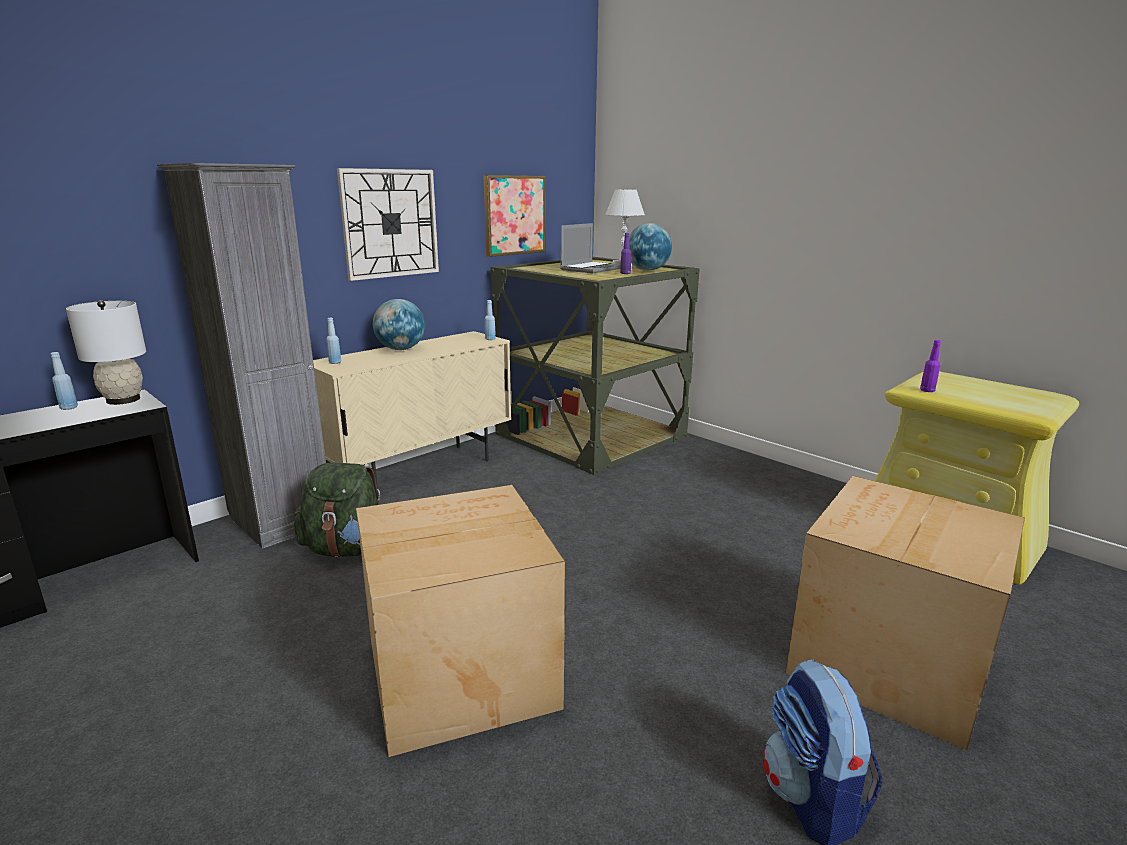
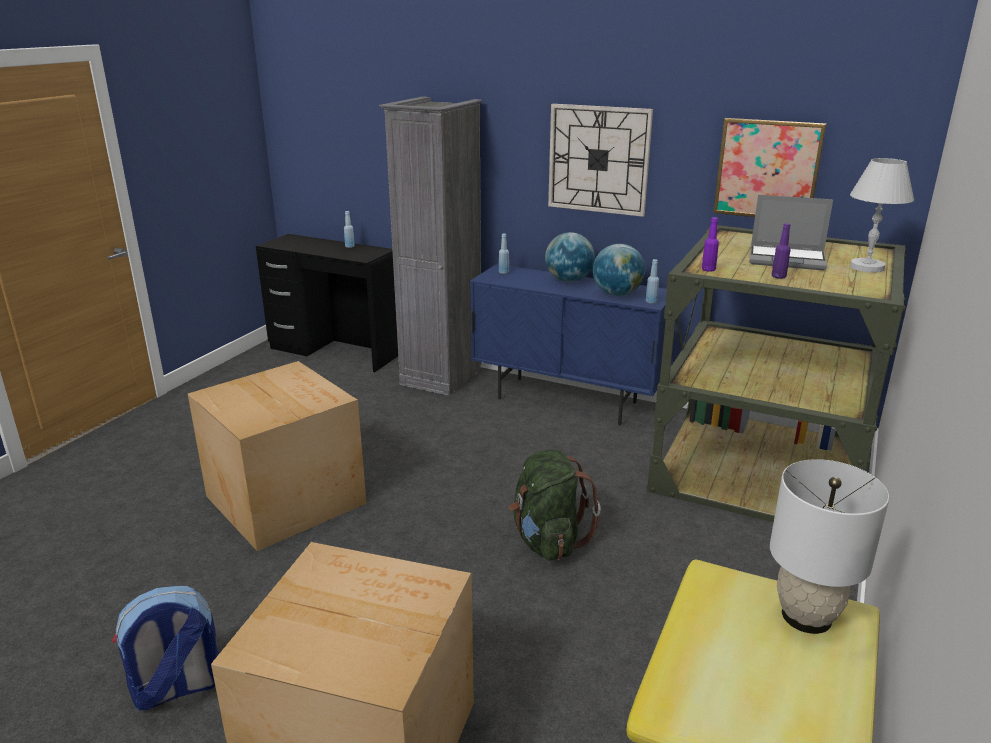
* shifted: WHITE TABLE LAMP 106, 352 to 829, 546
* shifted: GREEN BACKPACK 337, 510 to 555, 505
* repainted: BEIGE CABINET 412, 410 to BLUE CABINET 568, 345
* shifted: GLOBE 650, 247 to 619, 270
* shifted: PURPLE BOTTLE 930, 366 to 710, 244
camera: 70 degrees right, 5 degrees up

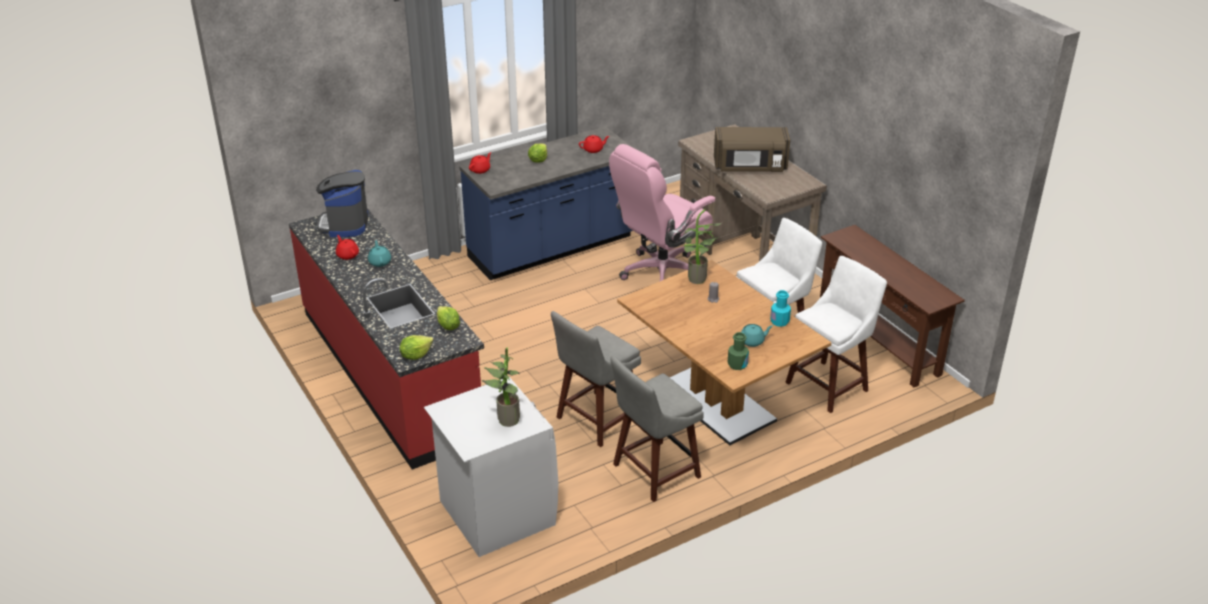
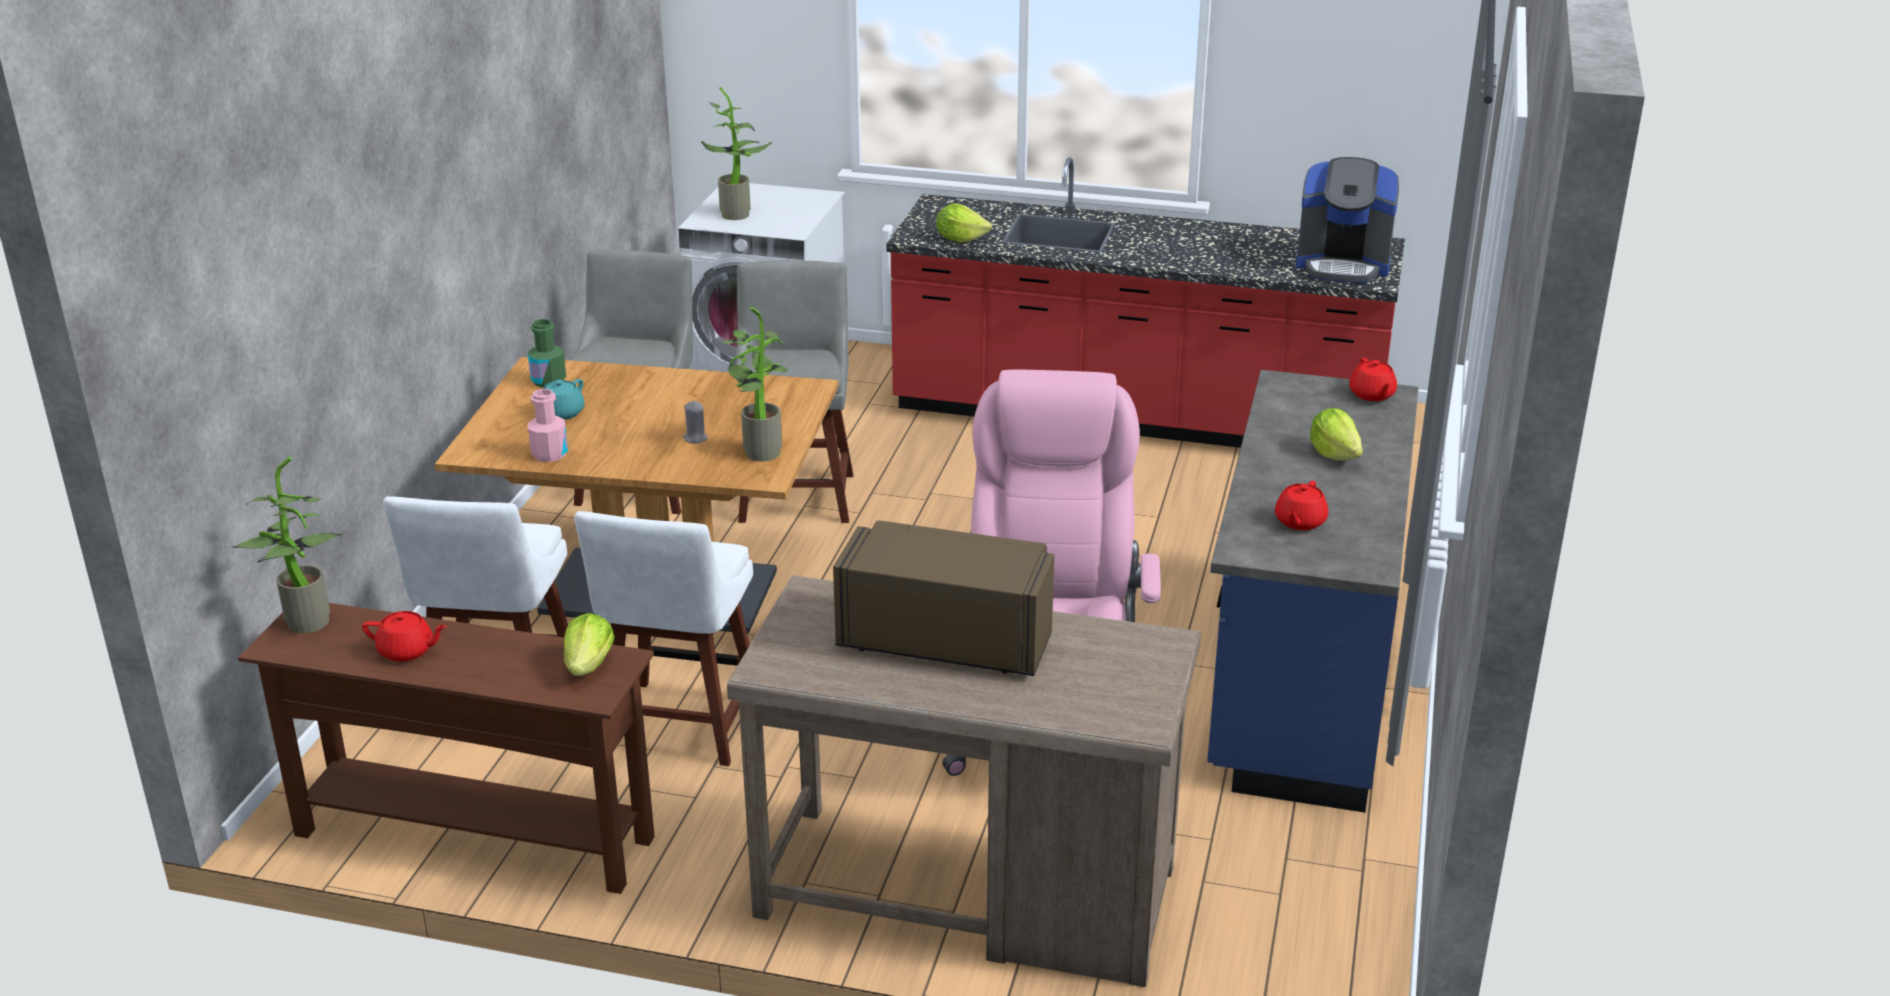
* rotated: COFFEE MACHINE 342, 203 = 1347, 220 150 degrees clockwise
* shifted: RED TEAPOT 347, 247 to 404, 636
* gone: TURQUOISE TEAPOT 379, 253
* shifted: LETTUCE 417, 347 to 589, 644
* rotated: BROWN MICROWAVE 752, 149 = 943, 598 60 degrees clockwise
* repainted: TURQUOISE BOTTLE 780, 308 to PINK BOTTLE 548, 425
* new: POTTED PLANT 287, 545
camera: 135 degrees right, 5 degrees down

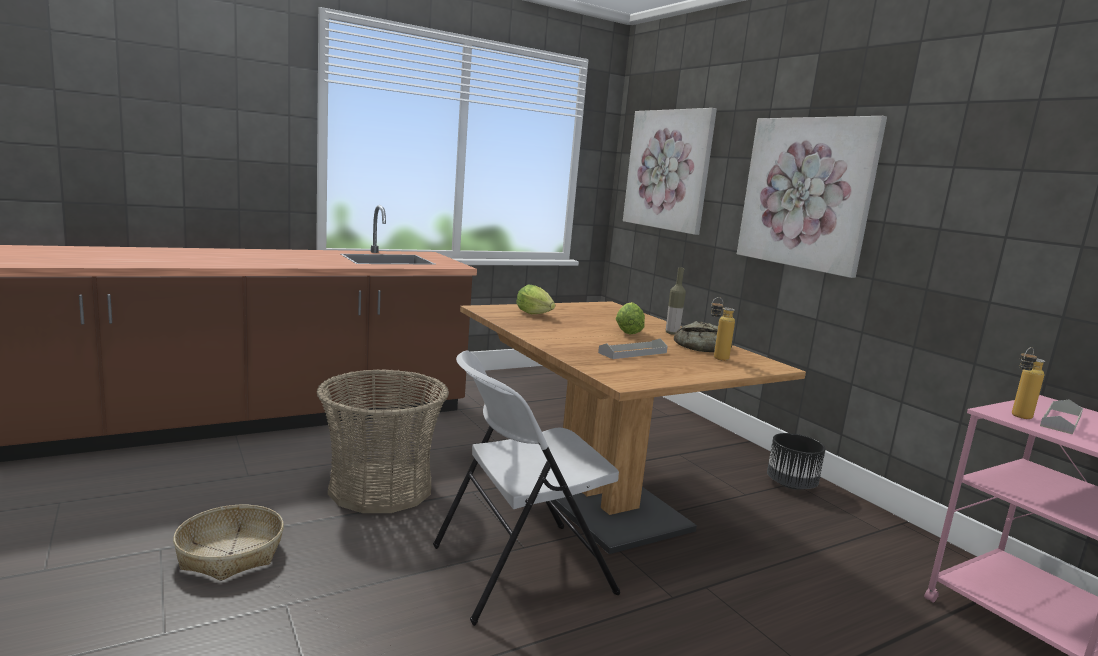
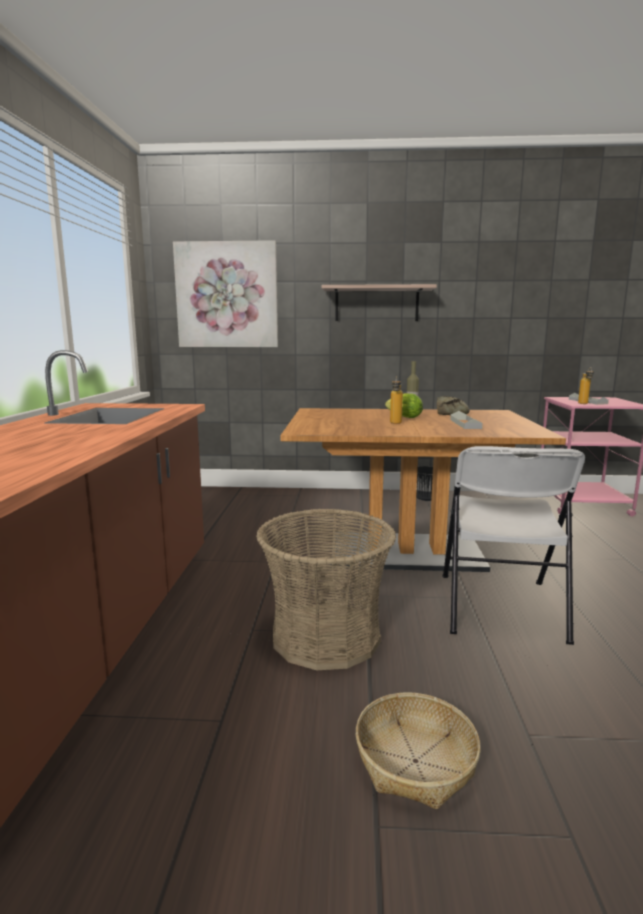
* gone: LETTUCE 535, 299
* shifted: BOTTLE 723, 329 to 396, 400
* swapped: PICTURE 812, 197 to SHELF 379, 302
camera: 55 degrees left, 0 degrees up

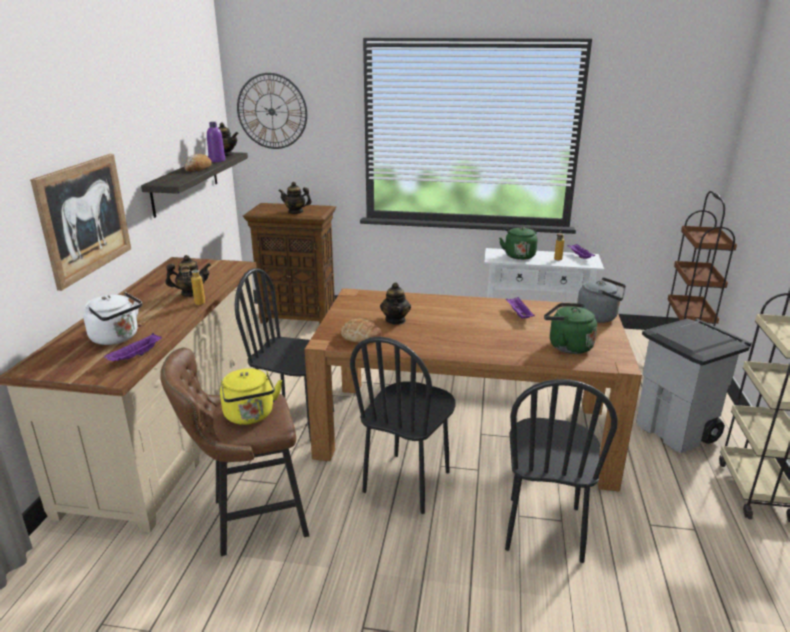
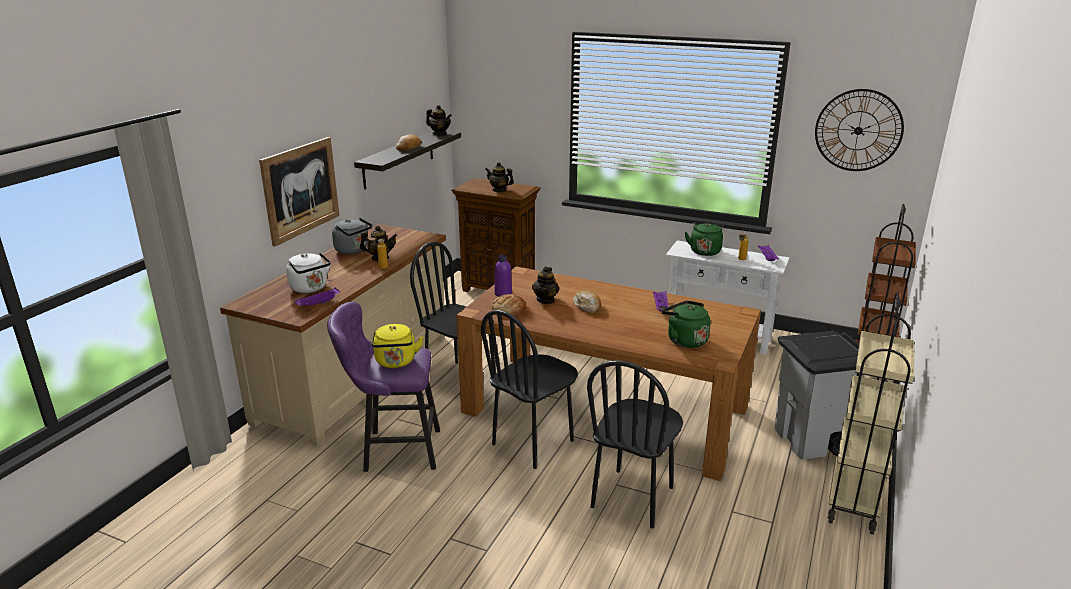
* repainted: BROWN STOOL 234, 452 to PURPLE STOOL 383, 386
* shifted: PURPLE BOTTLE 216, 142 to 503, 276
* shifted: WALL CLOCK 272, 111 to 859, 130
* shifted: GREY KETTLE 601, 300 to 352, 236
* new: BREAD 587, 302
camera: 15 degrees right, 0 degrees up

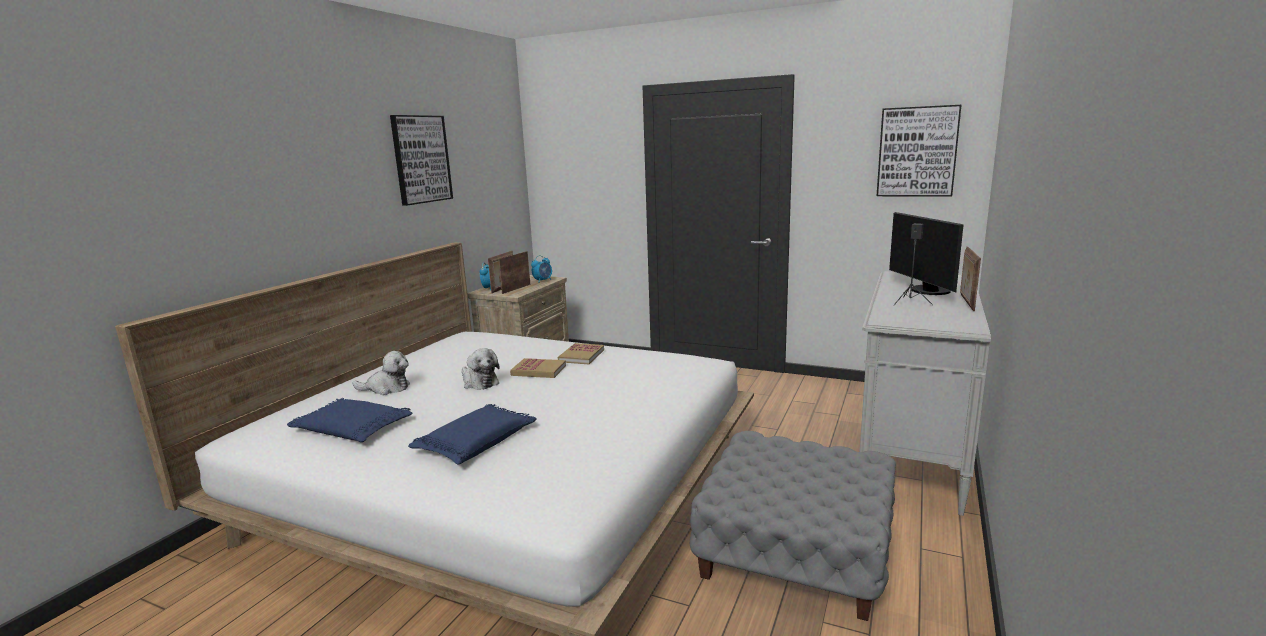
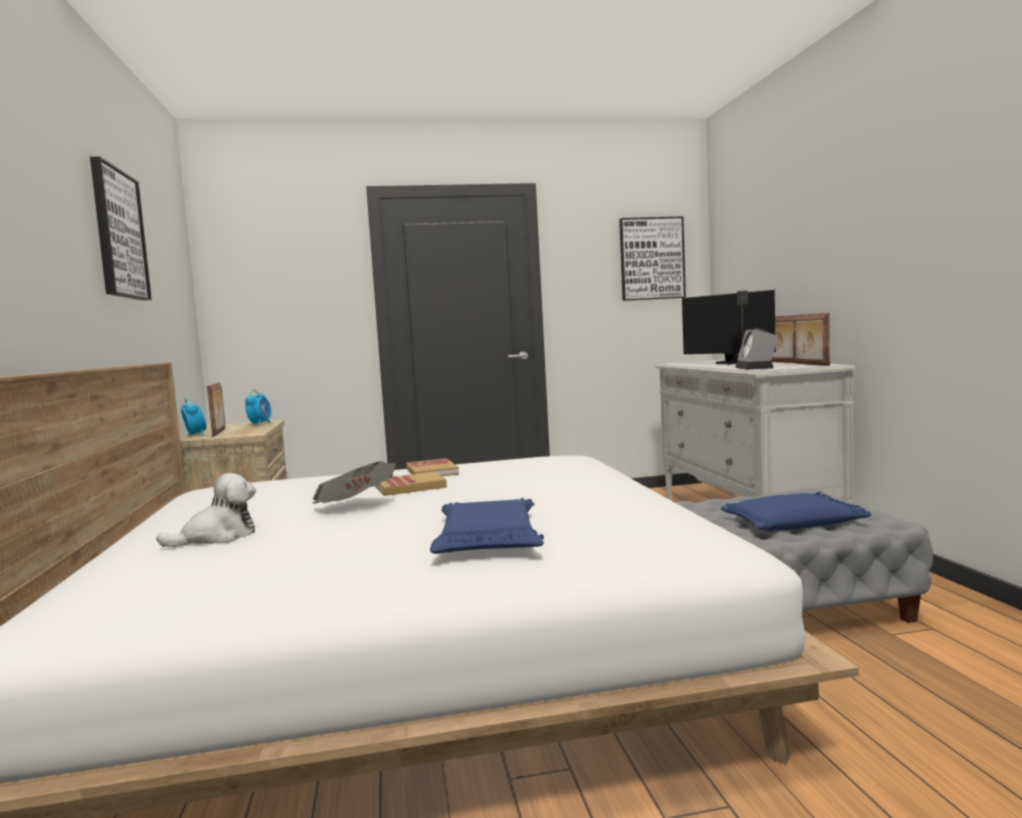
* shifted: BLUE PILLOW 350, 420 to 796, 510
* swapped: PLUSH TOY 481, 369 to NEWSPAPER 354, 482
* shifted: PICTURE FRAME 514, 272 to 812, 339
* new: ALARM CLOCK 756, 349
camera: 35 degrees left, 10 degrees down

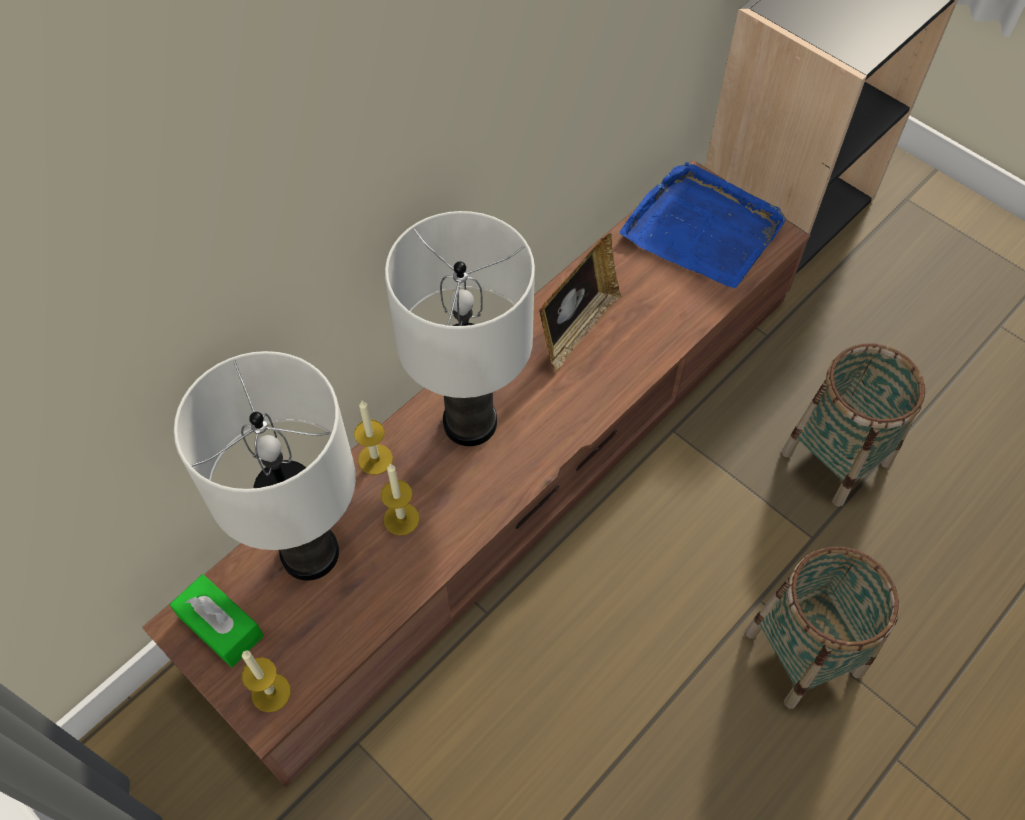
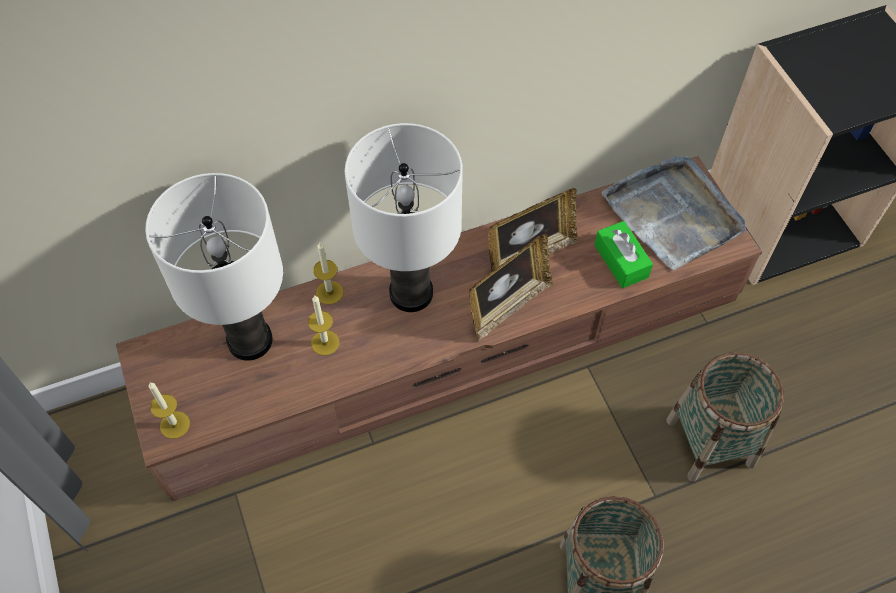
* shifted: GREEN TISSUE BOX 217, 620 to 624, 254
* repainted: BLUE TRAY 703, 225 to GREY TRAY 673, 213
* new: PICTURE FRAME 511, 287
camera: 25 degrees right, 0 degrees up

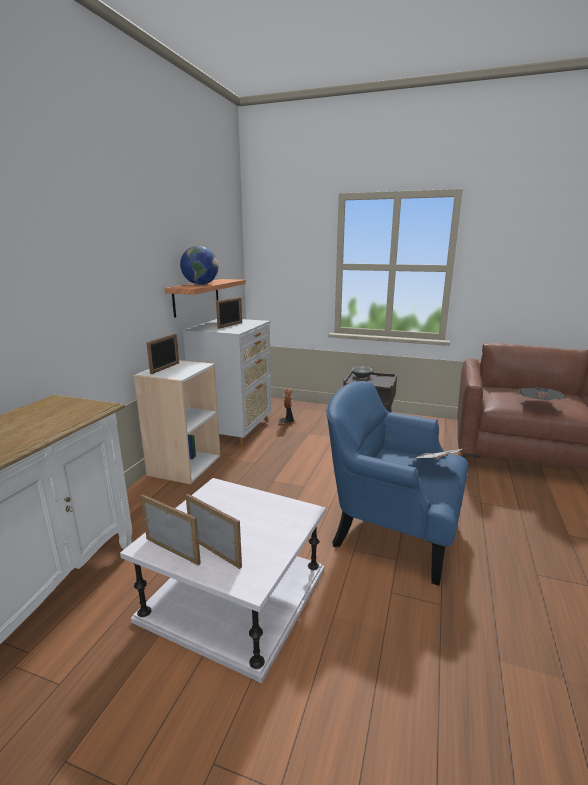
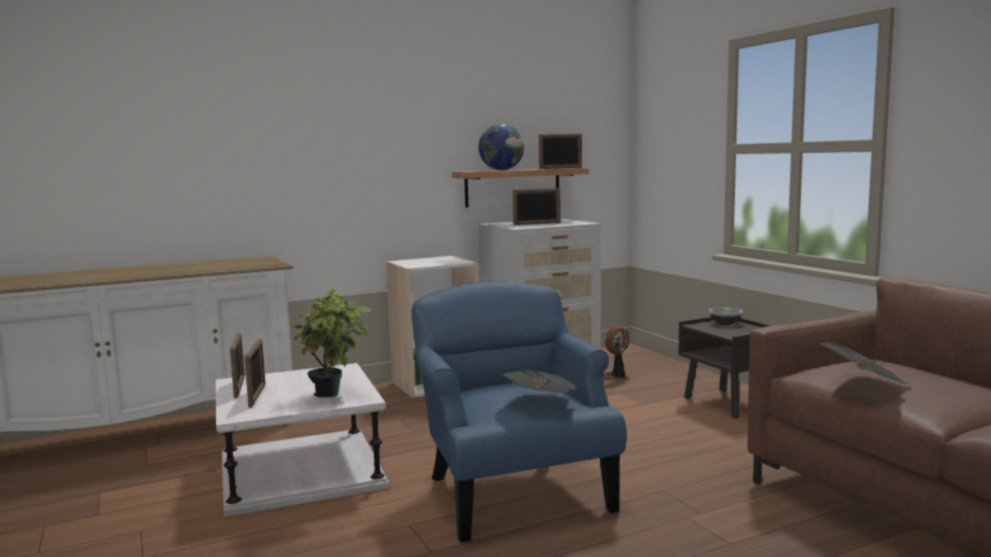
* shifted: PICTURE FRAME 162, 354 to 560, 151
* new: POTTED PLANT 333, 342
camera: 45 degrees right, 10 degrees down

